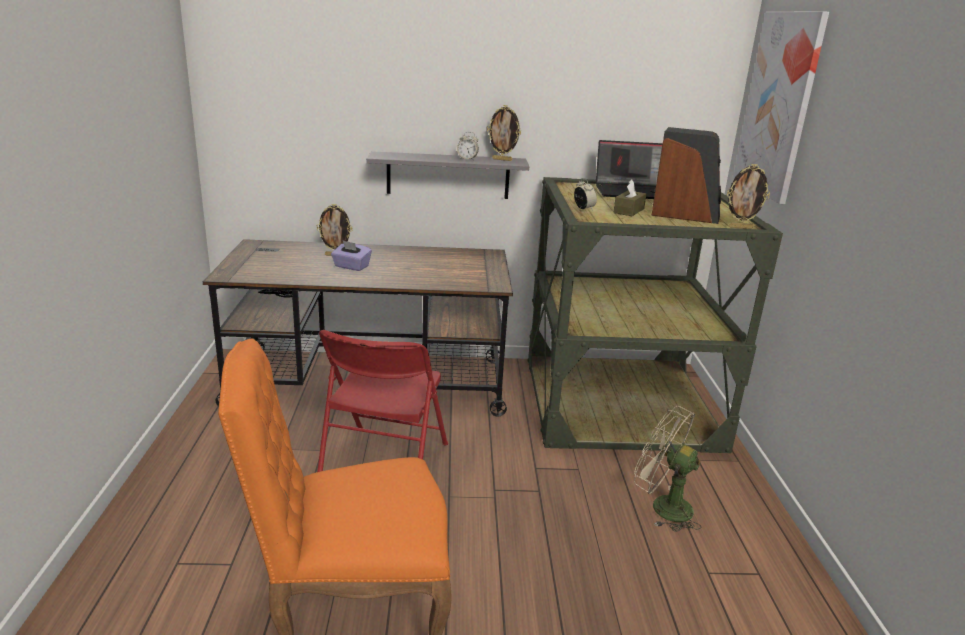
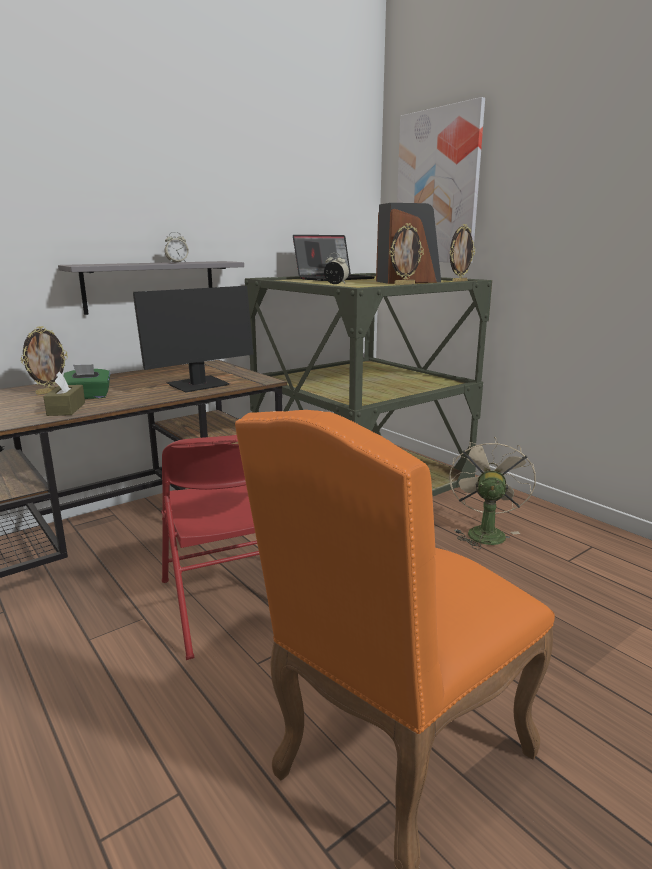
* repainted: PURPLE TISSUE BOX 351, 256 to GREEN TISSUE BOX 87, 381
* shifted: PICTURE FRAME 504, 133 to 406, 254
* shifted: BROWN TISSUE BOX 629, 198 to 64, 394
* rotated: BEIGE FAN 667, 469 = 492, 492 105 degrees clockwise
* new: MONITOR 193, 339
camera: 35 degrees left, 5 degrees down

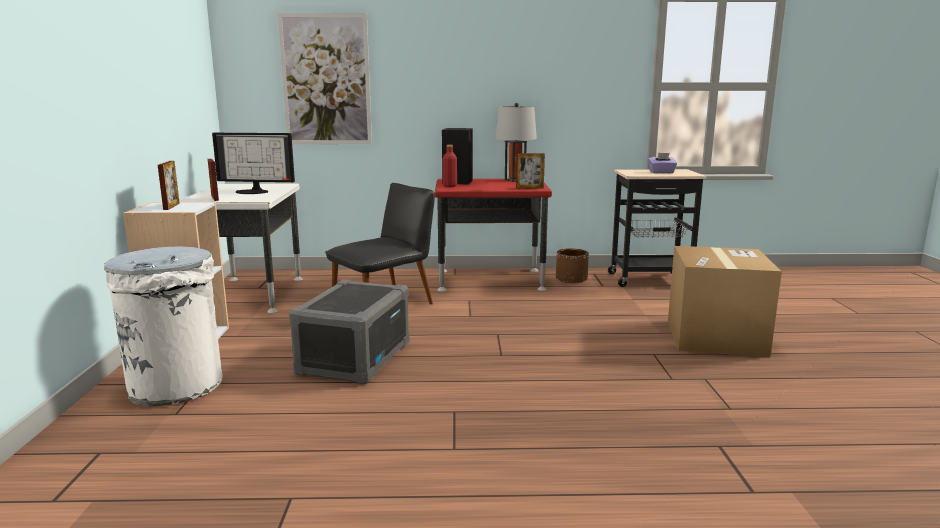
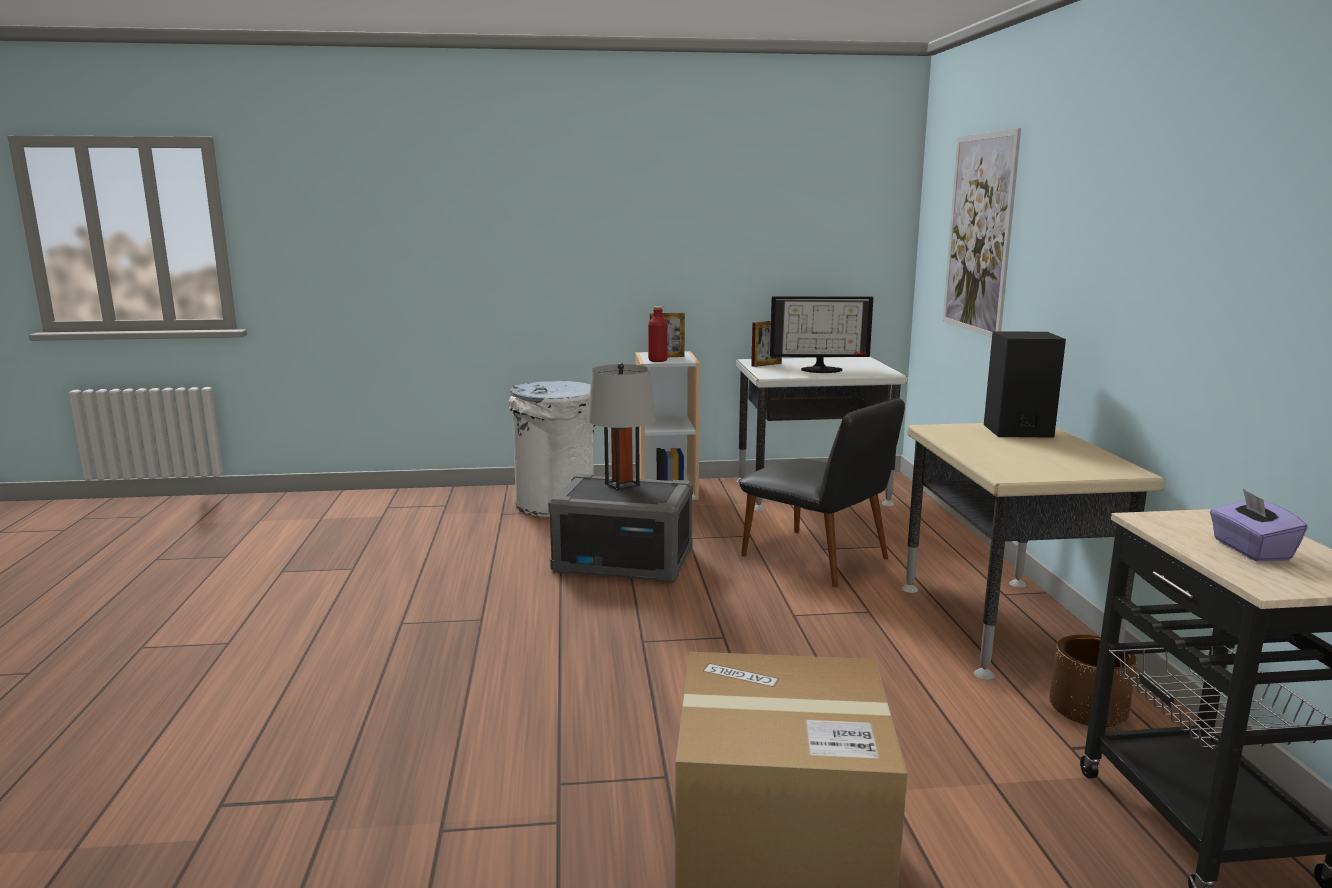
* rotated: MONITOR 253, 163 = 821, 334 90 degrees counterclockwise
* repainted: RED DESK 493, 235 to BEIGE DESK 1033, 551
* shifted: RED BOTTLE 450, 166 to 658, 334
* shifted: GREY TABLE LAMP 516, 142 to 621, 426
* gone: PICTURE FRAME 530, 171
camera: 85 degrees right, 0 degrees up

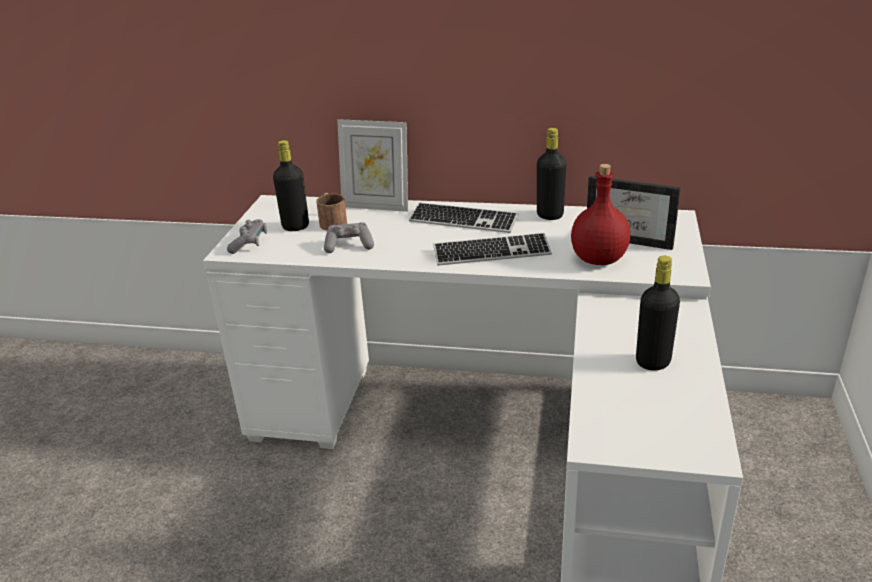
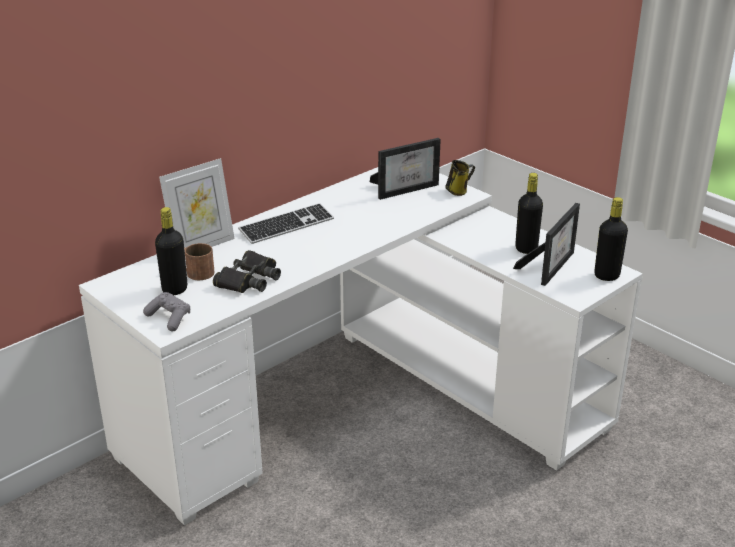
* swapped: GREY GAME CONTROLLER 349, 237 to BLACK BINOCULARS 247, 271
* gone: KEYBOARD 492, 249
* shifted: BLACK BOTTLE 551, 174 to 611, 239
* gone: RED BOTTLE 600, 214
* new: MUG 460, 178
* new: PICTURE FRAME 546, 244
camera: 55 degrees left, 0 degrees up

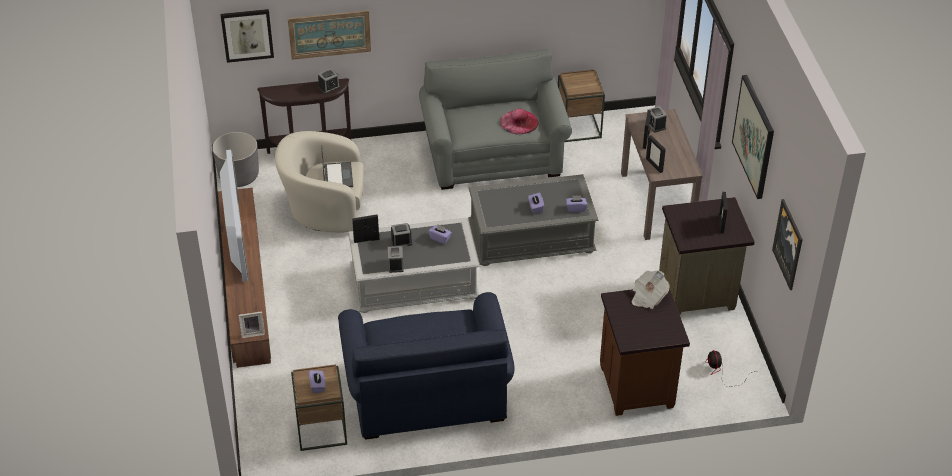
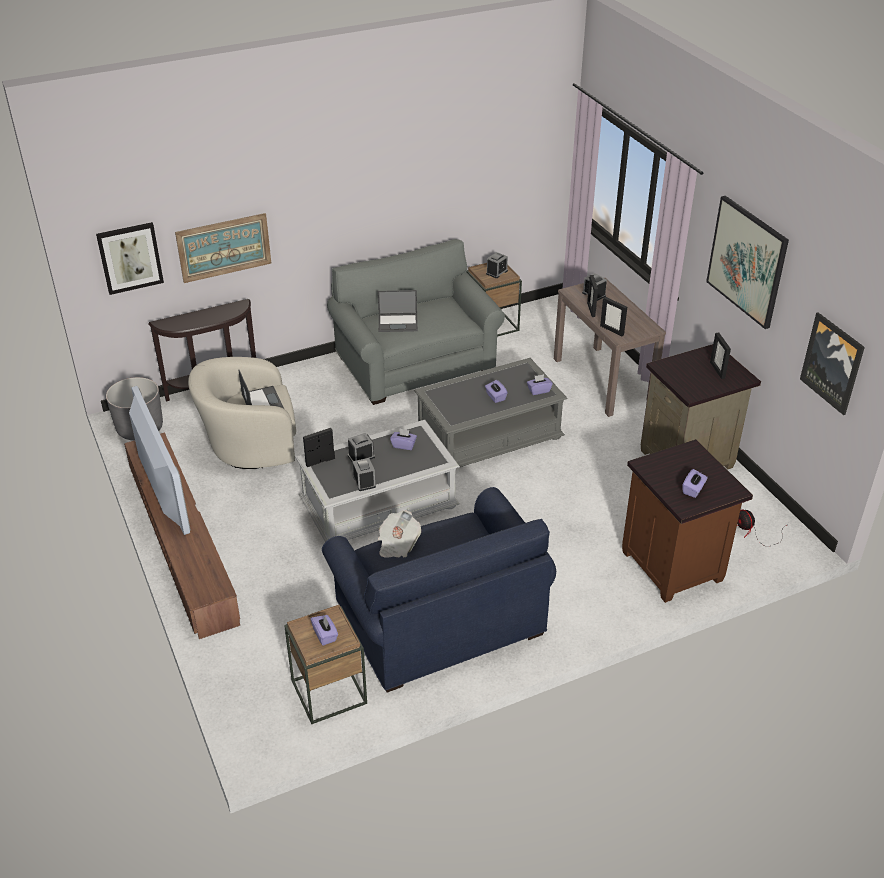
* gone: PICTURE FRAME 252, 324
* shifted: ALARM CLOCK 329, 81 to 497, 265
* gone: PINK HAT 519, 122
* shifted: NEWSPAPER 650, 289 to 399, 534
* new: LAPTOP 398, 311
* new: PURPLE TISSUE BOX 695, 483
camera: 15 degrees left, 5 degrees down

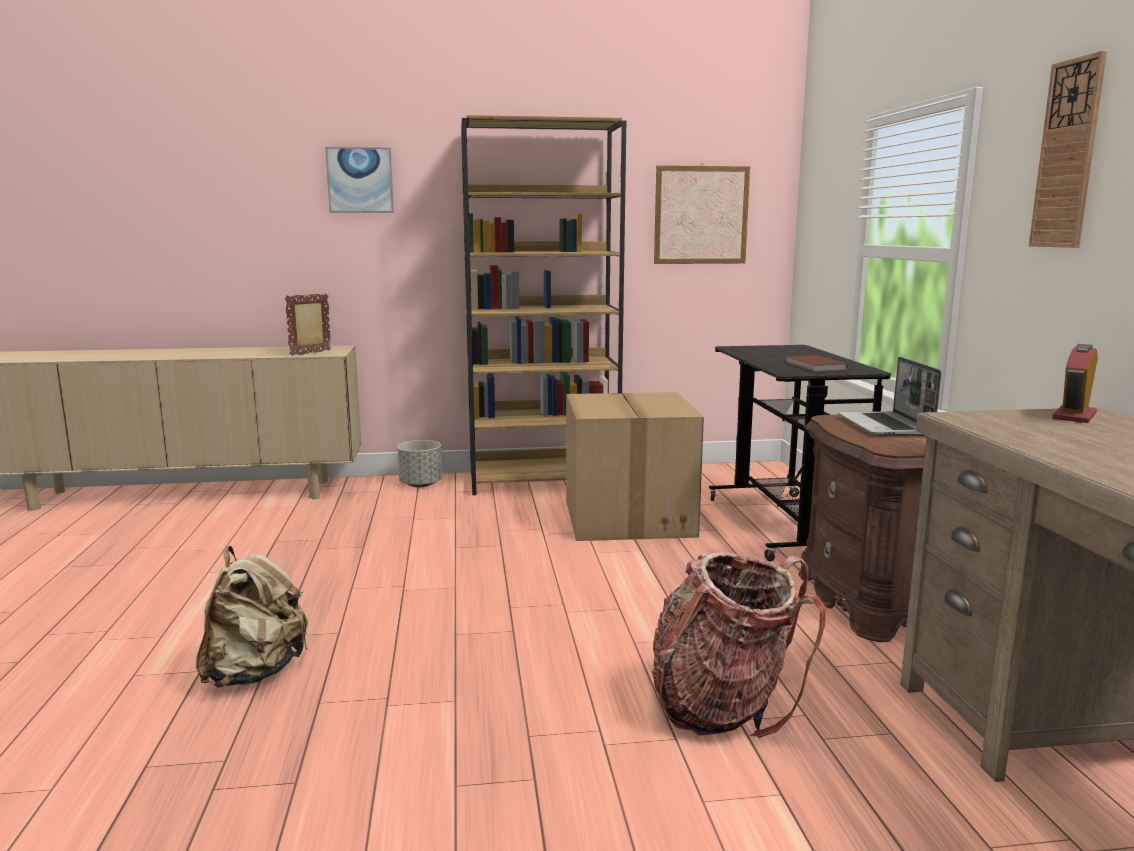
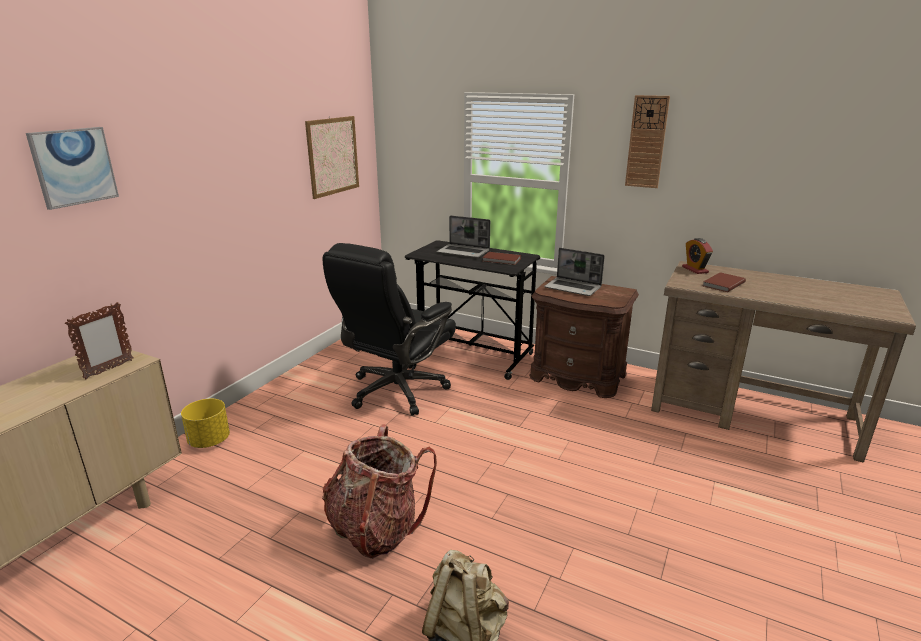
* rotated: PICTURE FRAME 308, 324 = 99, 340 135 degrees counterclockwise
* repainted: GREY PLANTER 419, 463 to YELLOW PLANTER 205, 423
* gone: BROWN BOOKCASE 543, 305
* swapped: CARDBOARD BOX 635, 466 to BLACK OFFICE CHAIR 389, 329
* shifted: BACKPACK 739, 645 to 379, 491
* new: LAPTOP 463, 236
* new: BROWN BOOK 724, 282
camera: 55 degrees left, 10 degrees up

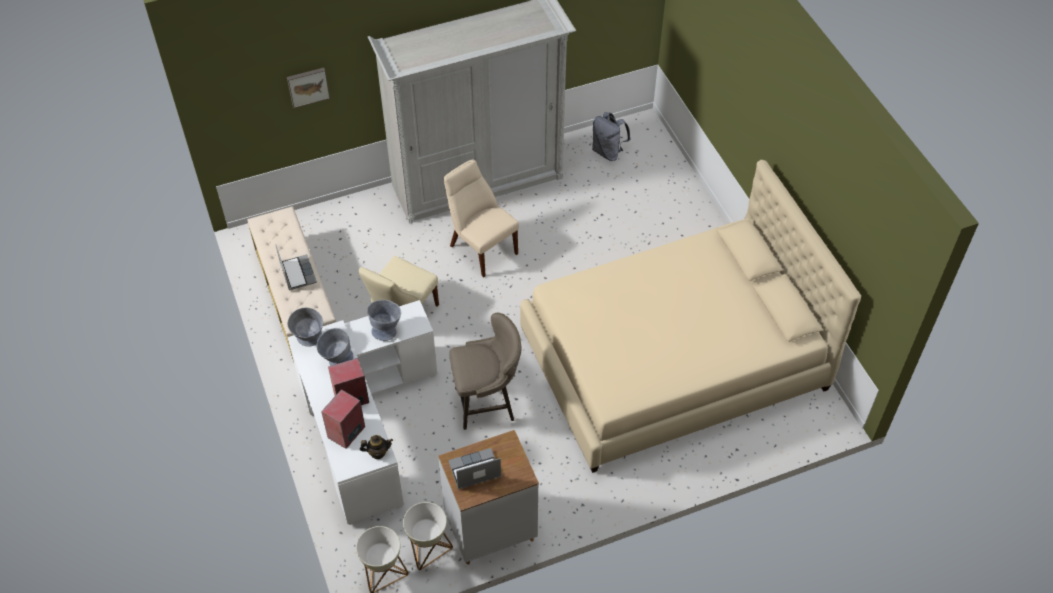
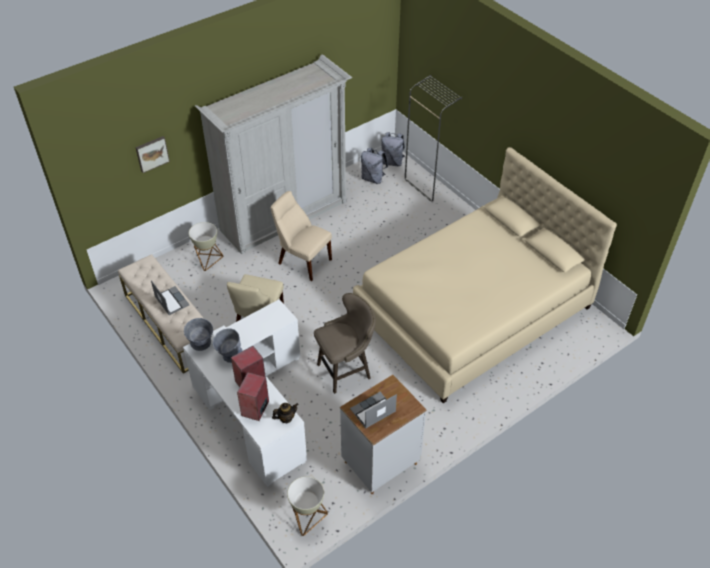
* gone: GREY BOWL 384, 320
* shifted: PLANTER 428, 536 to 206, 246
* new: GREY BACKPACK 393, 149
* new: GREY CLOTHES RACK 433, 138
camera: 15 degrees left, 5 degrees down

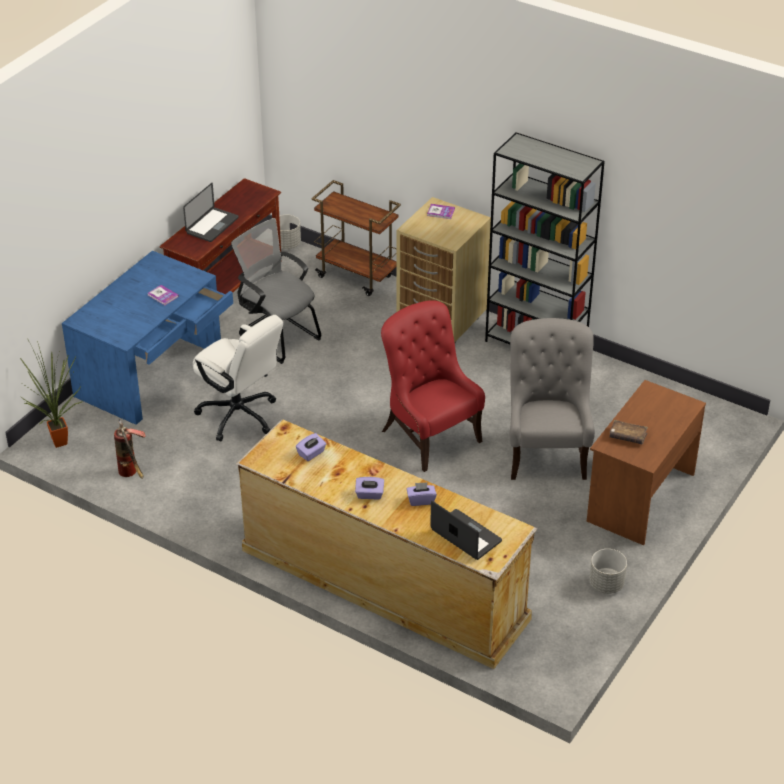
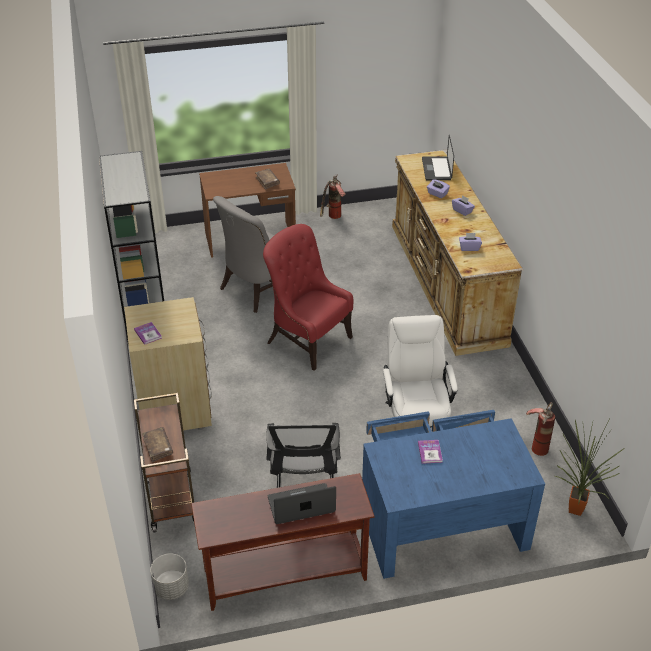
* rotated: RED CHAIR 433, 386 = 308, 297 120 degrees clockwise
* swapped: GREY PLANTER 608, 571 to FIRE EXTINGUISHER 332, 197
* new: BROWN BOOK 157, 444
camera: 135 degrees left, 0 degrees up

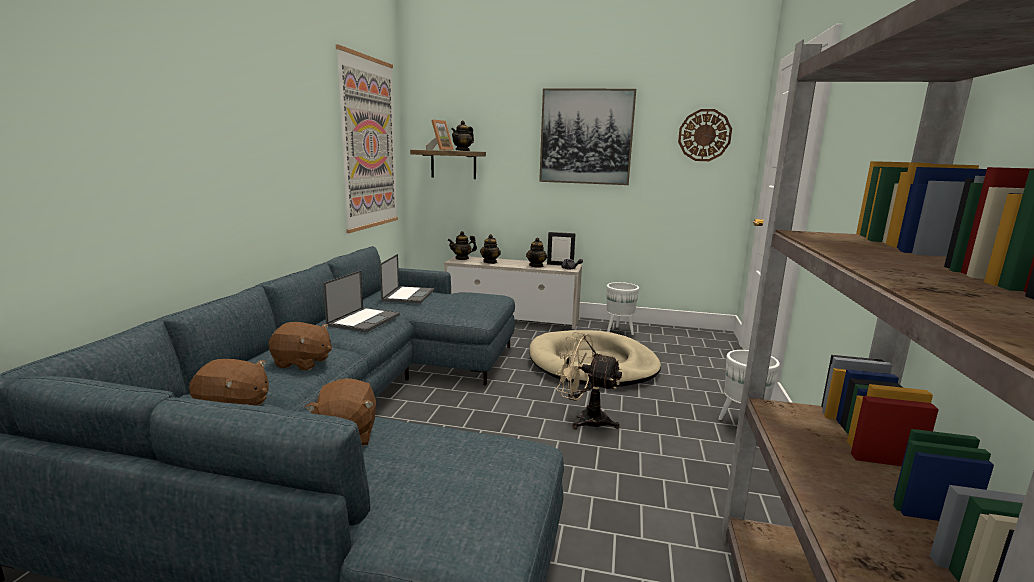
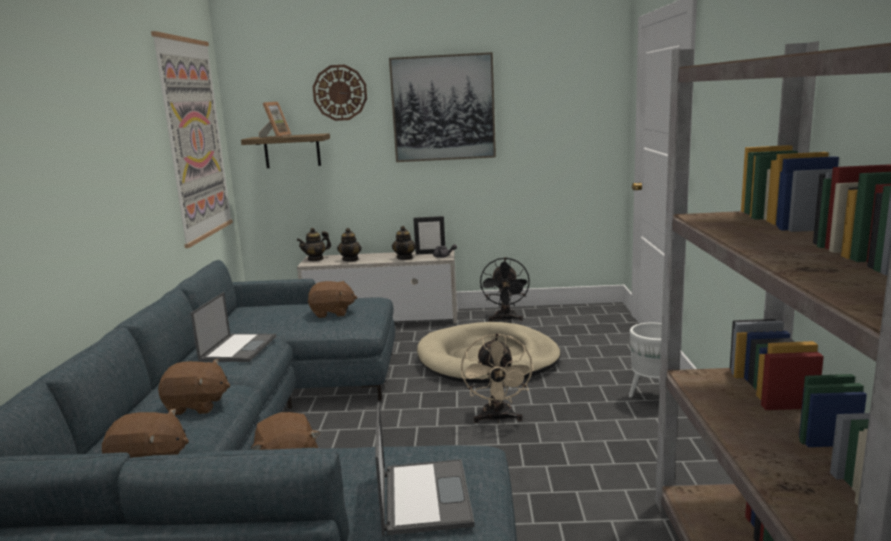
* shifted: LAPTOP 407, 279 to 425, 469
* gone: TEAPOT 462, 136
* rotated: BEIGE FAN 589, 380 = 497, 378 105 degrees counterclockwise
* swapped: WHITE PLANTER 623, 308 to BLACK FAN 505, 289
* shifted: WALL CLOCK 705, 135 to 340, 93
* new: BROWN PLUSH TOY 332, 299
camera: 10 degrees left, 0 degrees up

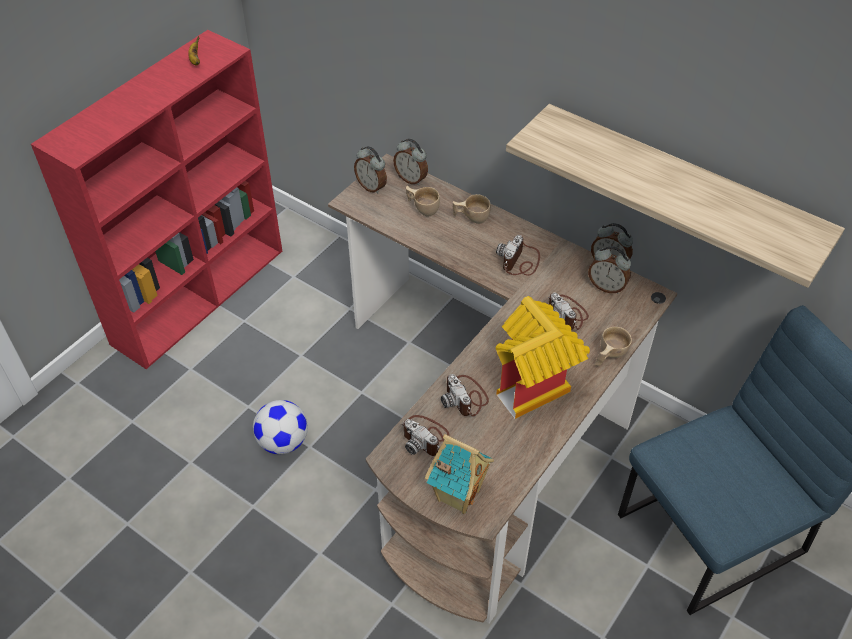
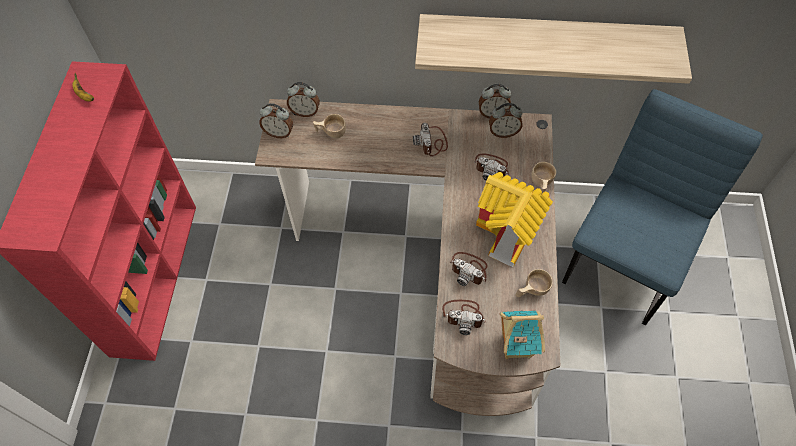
* gone: FOOTBALL 280, 427
* shifted: BEIGE CUP 472, 209 to 534, 283
camera: 30 degrees left, 10 degrees up

